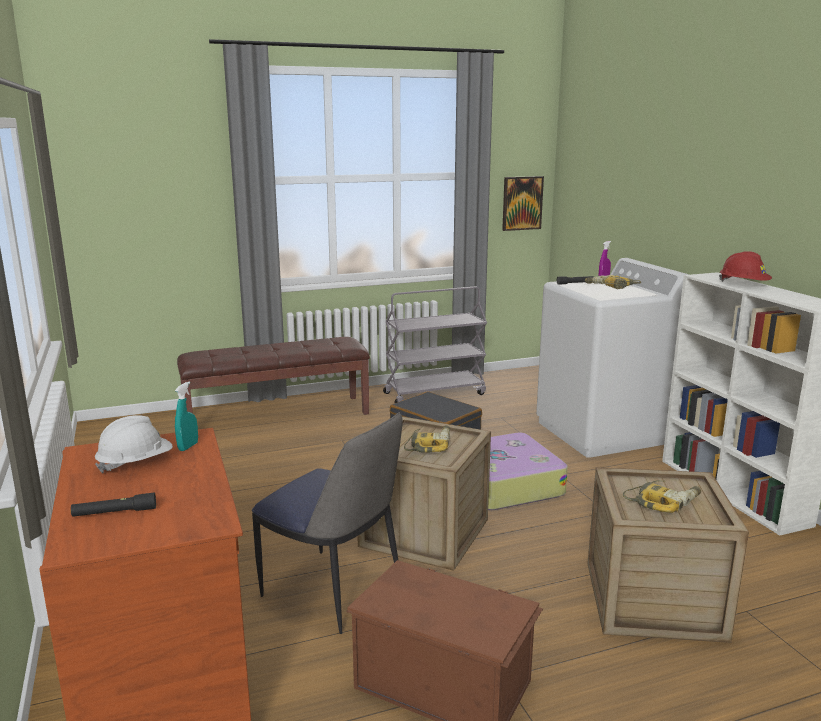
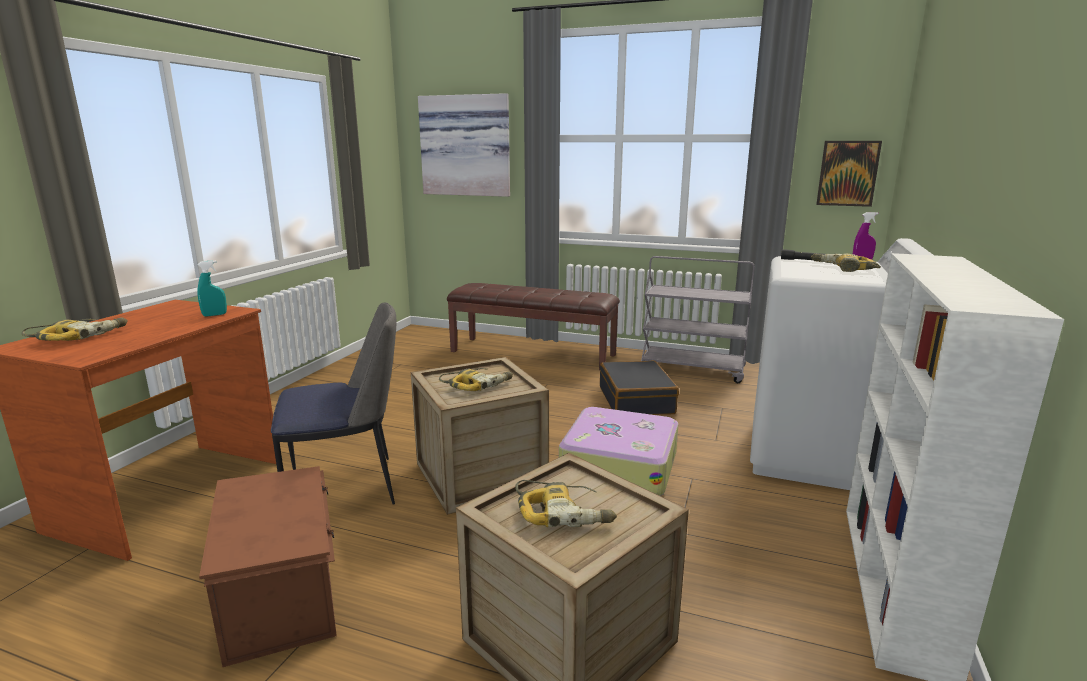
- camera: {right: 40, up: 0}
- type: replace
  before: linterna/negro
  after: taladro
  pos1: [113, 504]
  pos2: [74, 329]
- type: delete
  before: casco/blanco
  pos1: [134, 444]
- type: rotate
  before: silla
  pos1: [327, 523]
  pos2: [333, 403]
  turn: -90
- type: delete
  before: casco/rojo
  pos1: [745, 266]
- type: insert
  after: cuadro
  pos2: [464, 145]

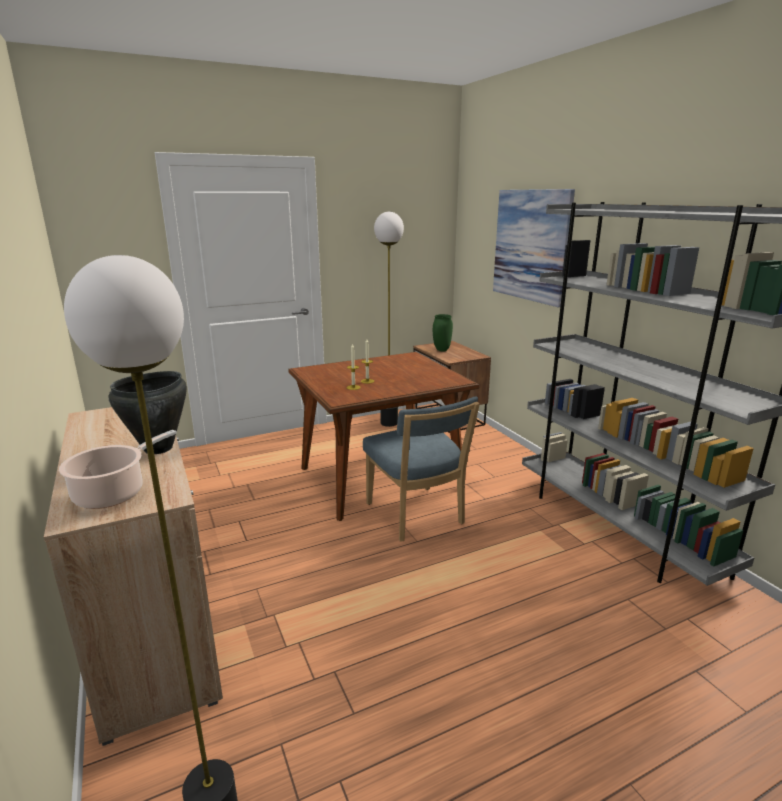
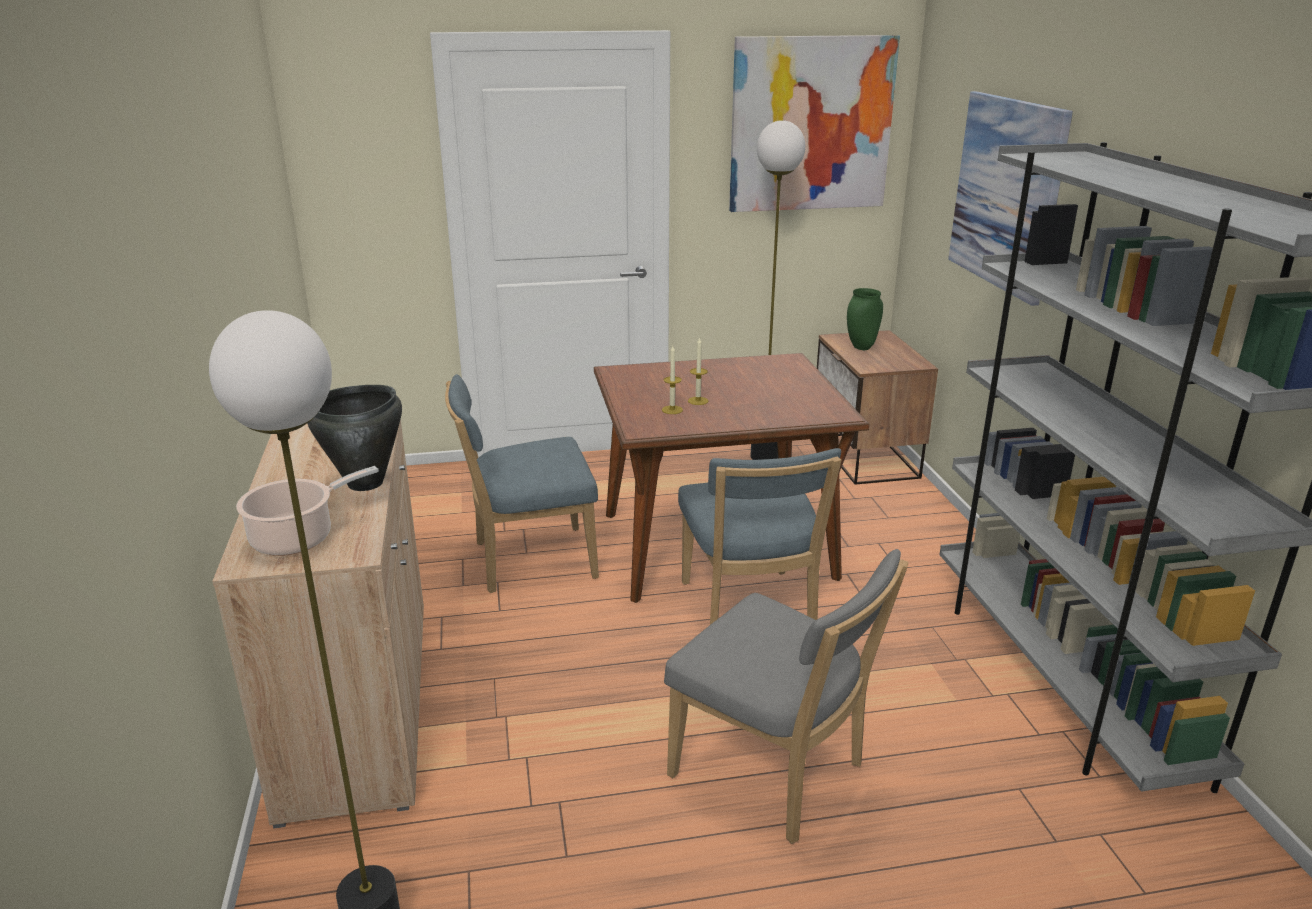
- camera: {right: 15, up: 5}
- type: insert
  after: silla/azul
  pos2: [522, 483]
- type: insert
  after: silla/gris
  pos2: [786, 696]
- type: insert
  after: cuadro
  pos2: [814, 123]

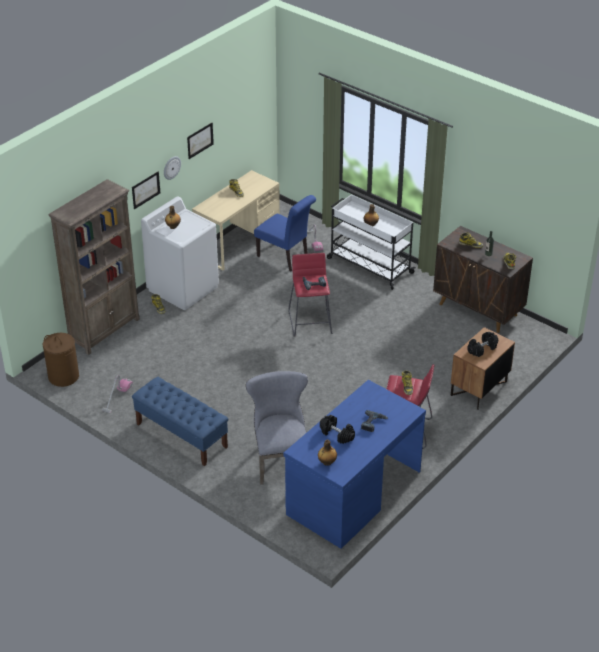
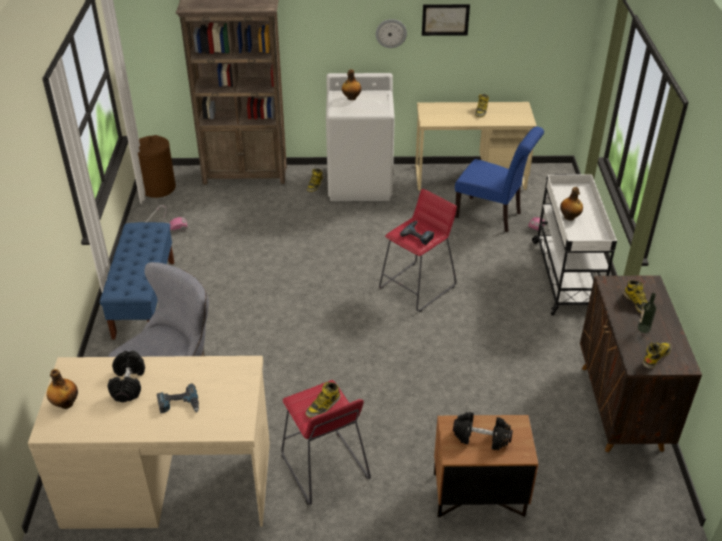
- camera: {right: 50, up: 0}
- type: delete
  before: cuadro
  pos1: [146, 190]
- type: rotate
  before: silla/azul
  pos1: [285, 233]
  pos2: [499, 179]
  turn: -60
- type: recolor
  before: escritorio/azul
  after: escritorio/beis
  pos1: [355, 464]
  pos2: [149, 442]

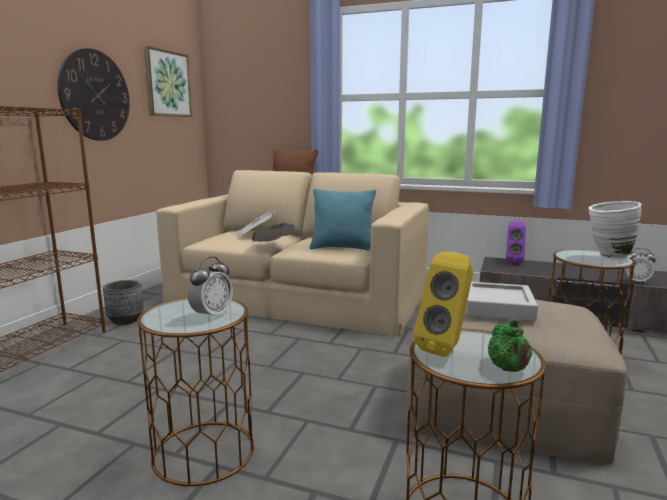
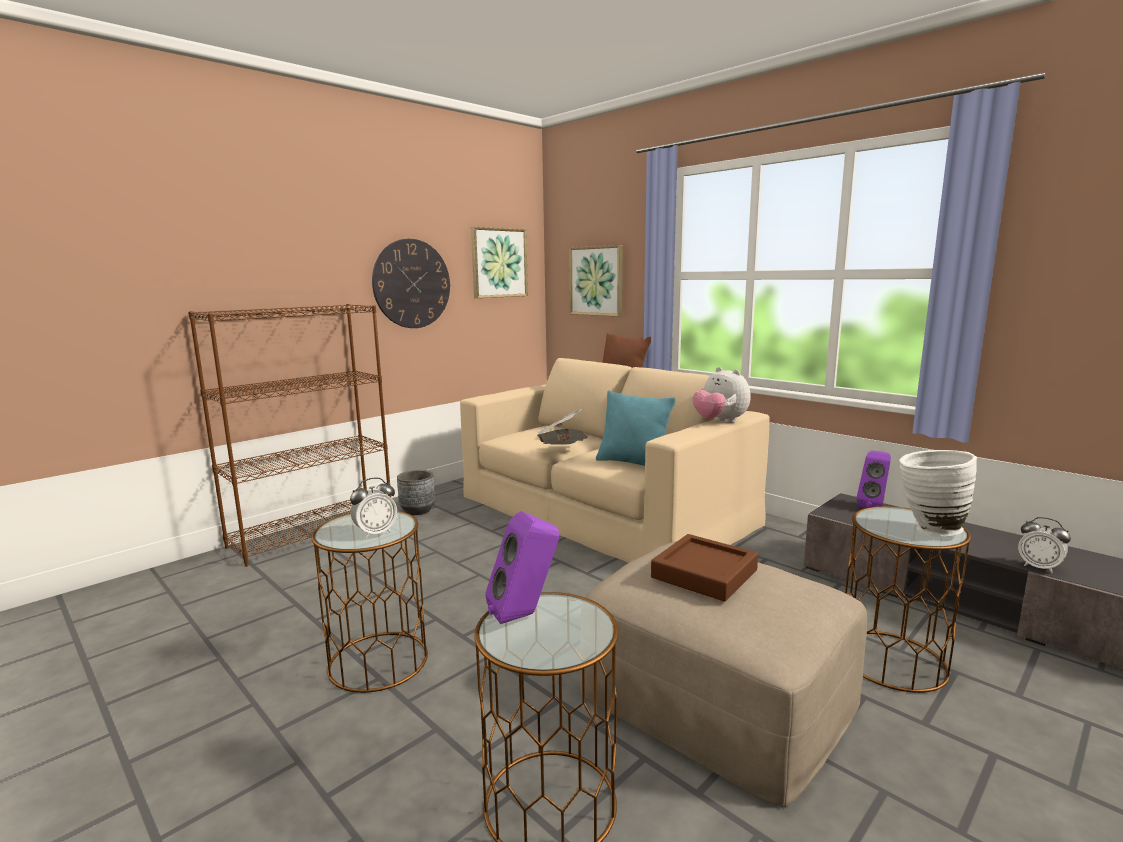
- camera: {right: 25, up: 0}
- type: recolor
  before: altavoz/amarillo
  after: altavoz/morado
  pos1: [443, 304]
  pos2: [522, 567]
- type: recolor
  before: bandeja/gris
  after: bandeja/marrón
  pos1: [501, 301]
  pos2: [704, 568]
- type: delete
  before: tetera/verde
  pos1: [510, 345]
- type: insert
  after: cuadro
  pos2: [596, 281]
- type: insert
  after: peluche
  pos2: [721, 395]

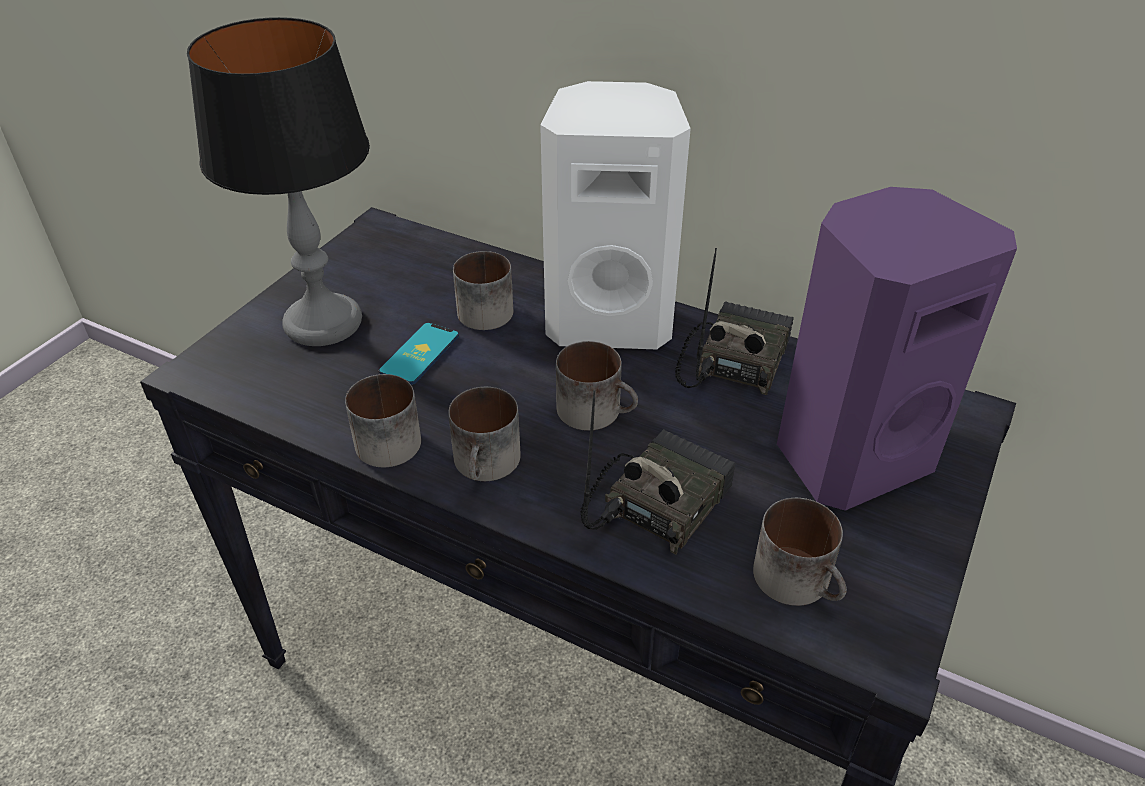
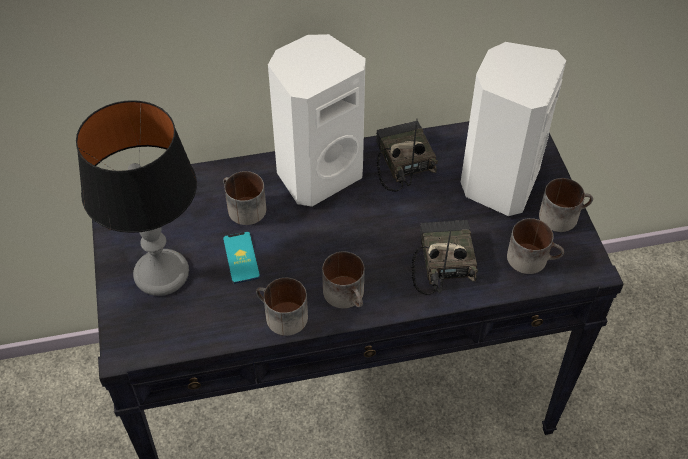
- camera: {right: -40, up: 10}
- type: move
  before: taza grande
  pos1: [597, 386]
  pos2: [566, 205]
- type: recolor
  before: altavoz/morado
  after: altavoz/blanco
  pos1: [897, 349]
  pos2: [513, 129]

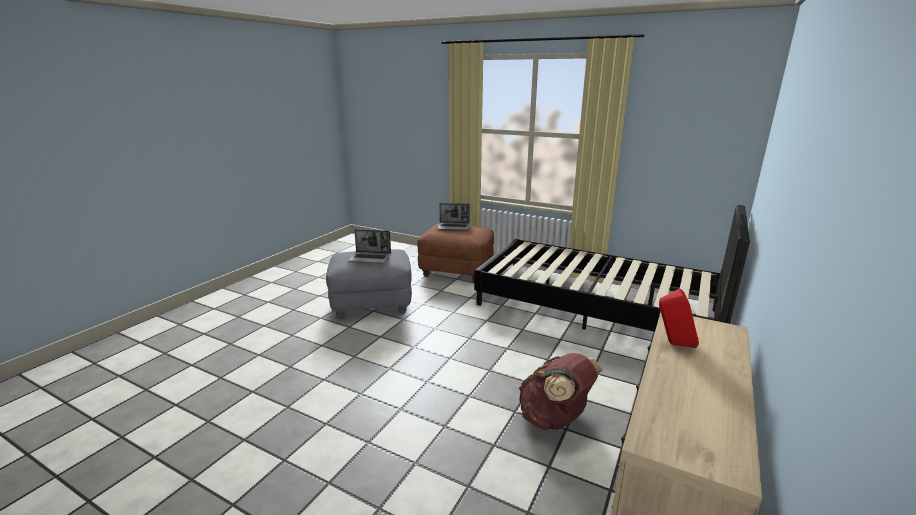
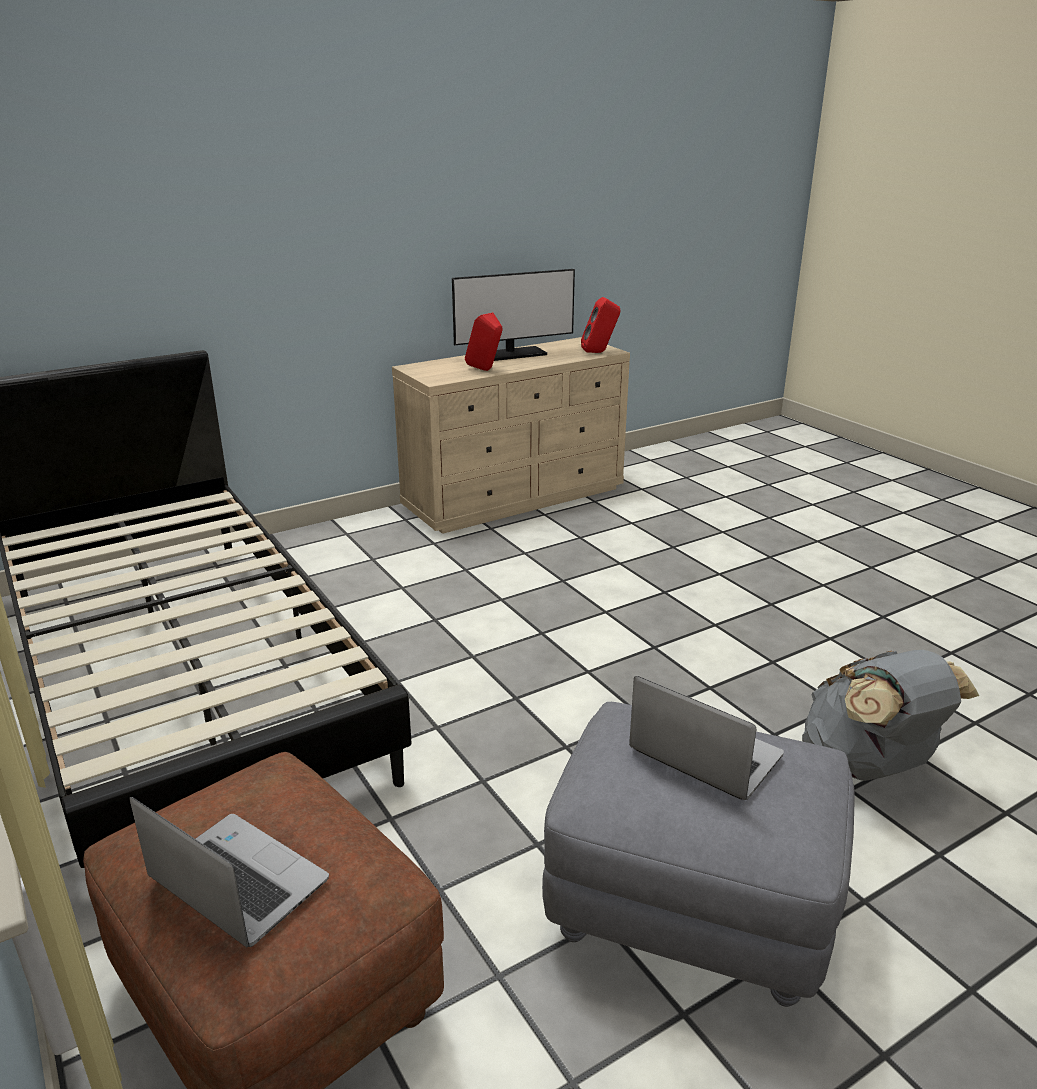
- camera: {right: -150, up: 5}
- type: delete
  before: mochila/marrón
  pos1: [561, 391]
- type: insert
  after: monitor
  pos2: [513, 315]
- type: insert
  after: altavoz/rojo
  pos2: [600, 325]
- type: insert
  after: mochila/gris
  pos2: [890, 715]

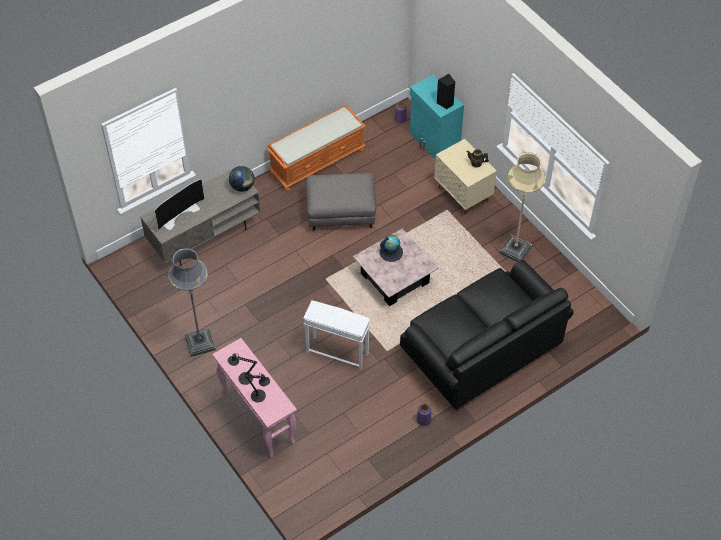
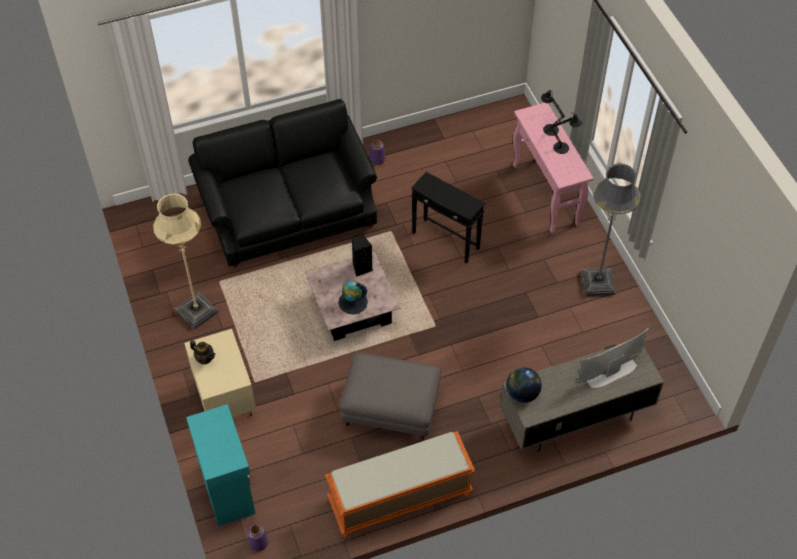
- camera: {right: -165, up: 0}
- type: recolor
  before: mesa auxiliar/blanco
  after: mesa auxiliar/negro
  pos1: [336, 335]
  pos2: [448, 217]
- type: move
  before: altavoz/negro
  pos1: [446, 91]
  pos2: [362, 255]

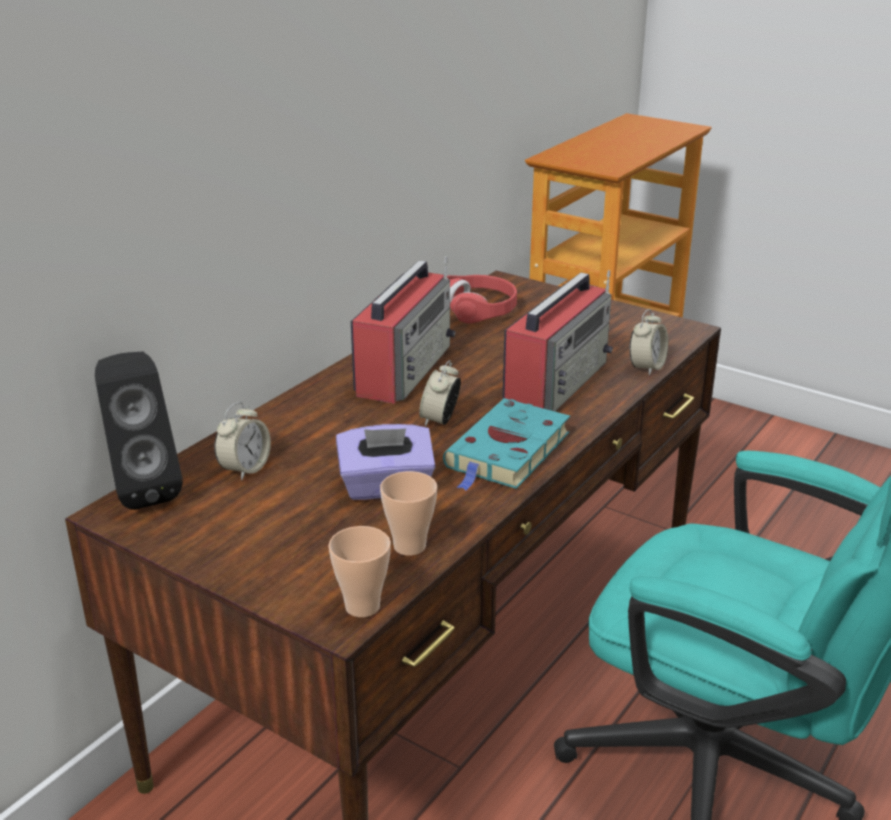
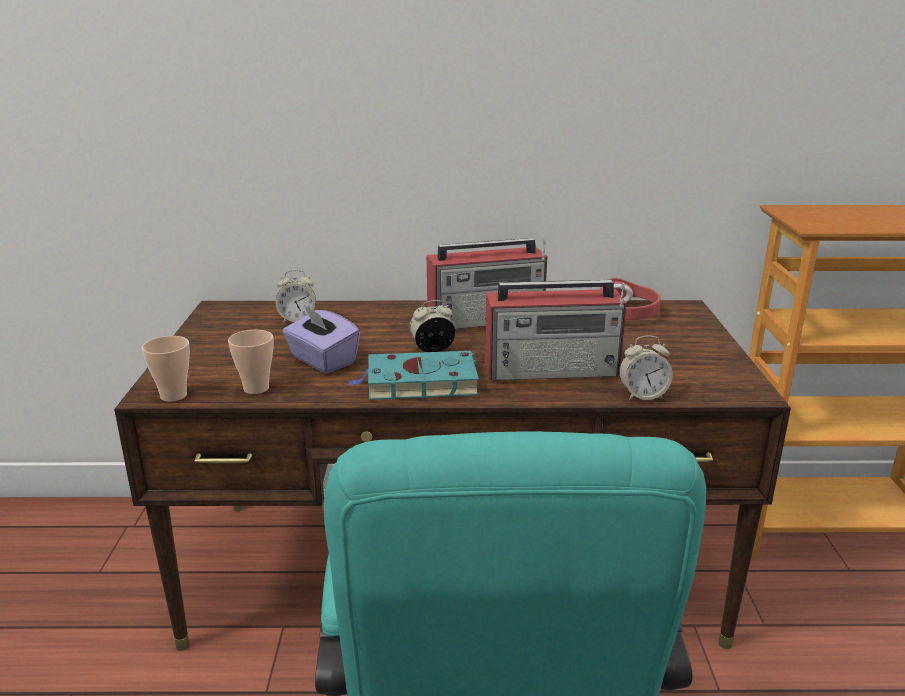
- camera: {right: 55, up: -5}
- type: delete
  before: altavoz/negro
  pos1: [139, 431]

